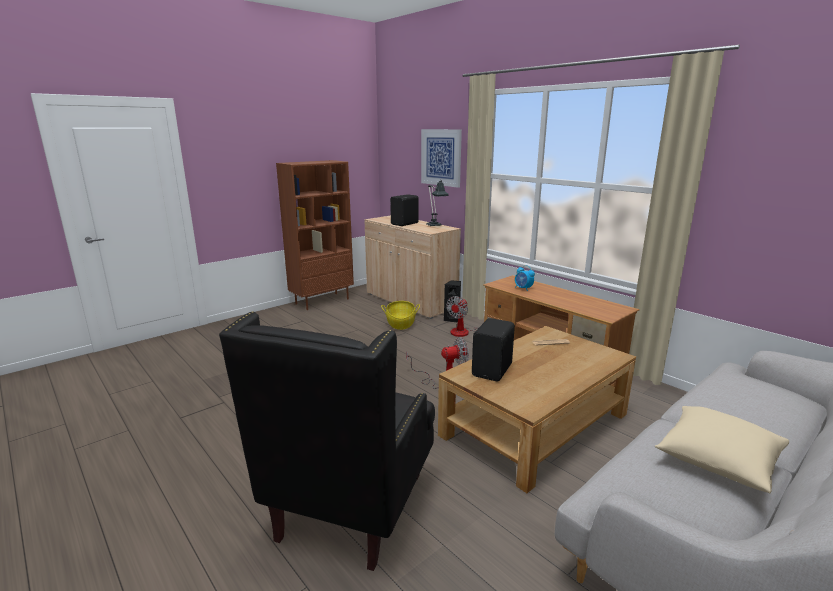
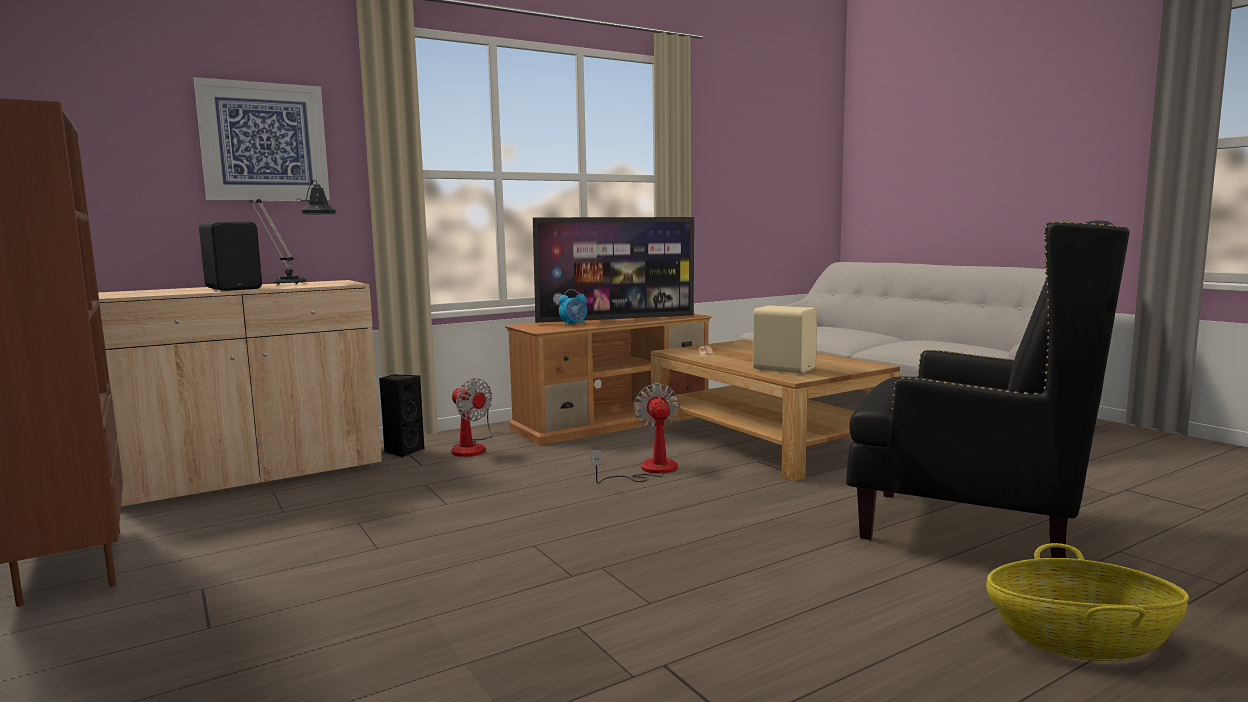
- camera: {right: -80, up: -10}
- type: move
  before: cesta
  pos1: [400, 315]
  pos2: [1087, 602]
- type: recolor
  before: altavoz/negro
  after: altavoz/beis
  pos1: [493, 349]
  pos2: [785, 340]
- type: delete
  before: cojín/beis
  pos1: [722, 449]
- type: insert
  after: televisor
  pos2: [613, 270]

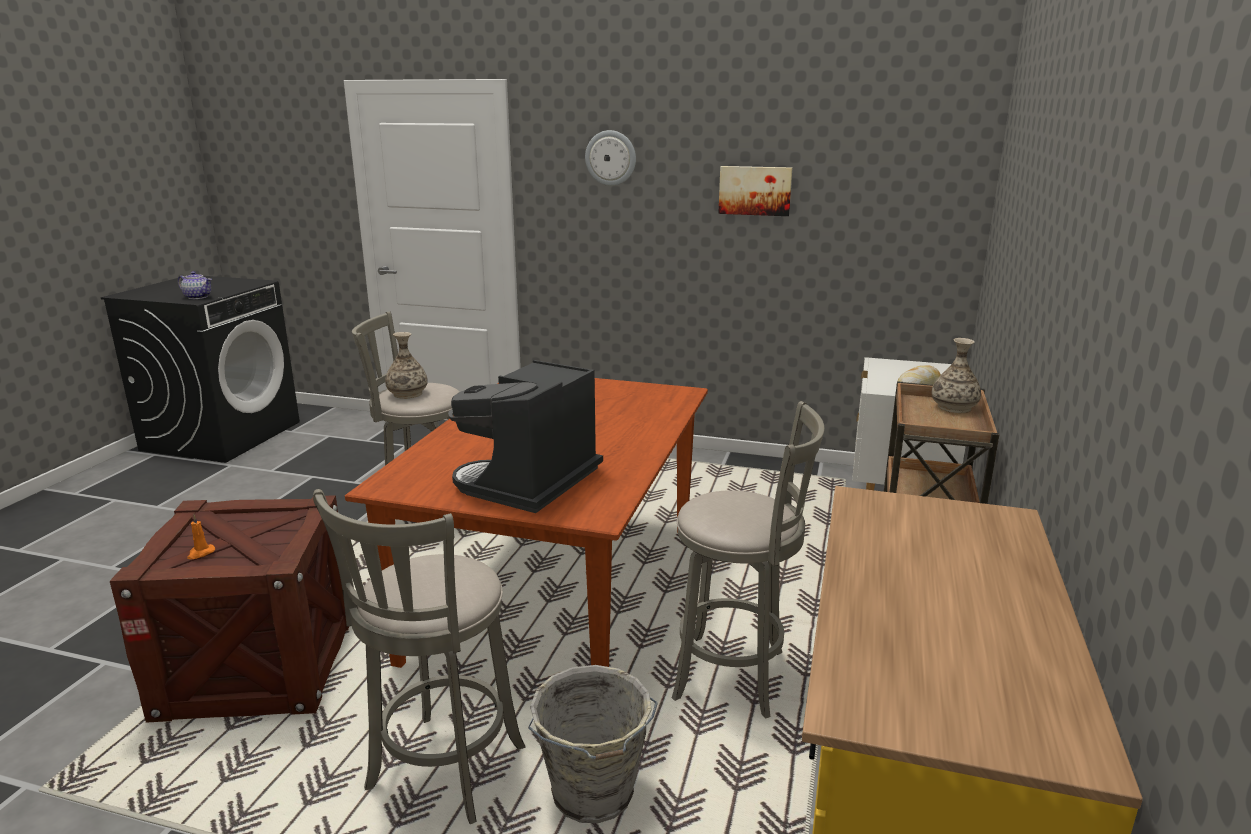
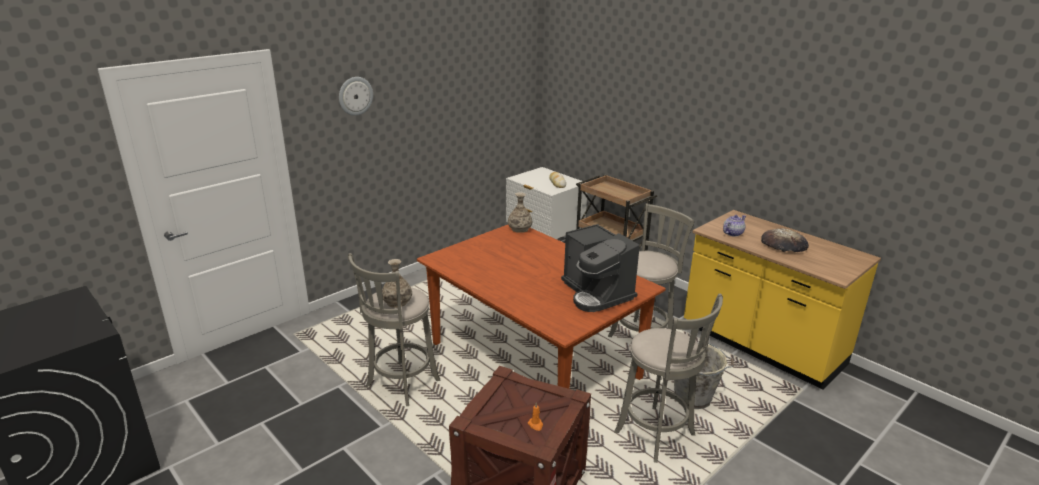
- camera: {right: -60, up: 5}
- type: move
  before: tetera
  pos1: [195, 285]
  pos2: [734, 226]
- type: delete
  before: cuadro
  pos1: [755, 191]
- type: move
  before: florero
  pos1: [956, 375]
  pos2: [520, 212]
- type: insert
  after: pan
  pos2: [785, 240]

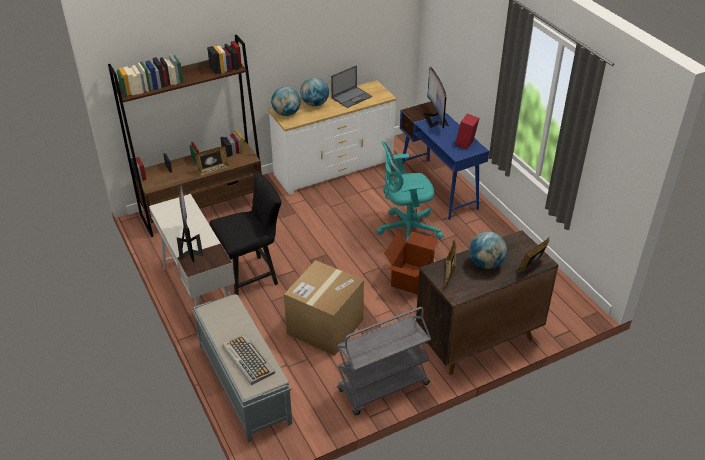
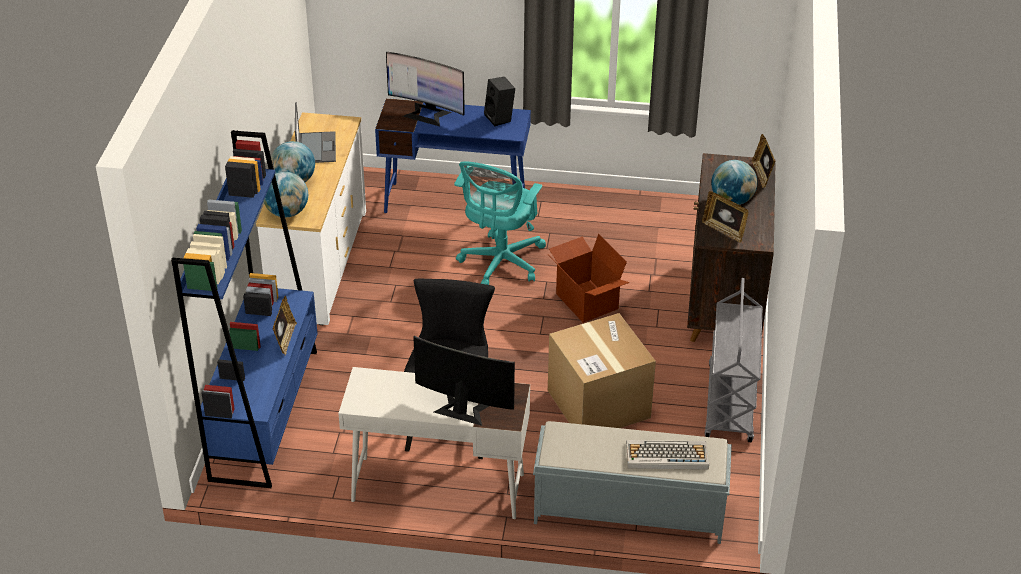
- camera: {right: -55, up: 0}
- type: recolor
  before: estantería/marrón
  after: estantería/azul
  pos1: [185, 136]
  pos2: [244, 309]
- type: recolor
  before: altavoz/rojo
  after: altavoz/negro
  pos1: [467, 131]
  pos2: [499, 101]

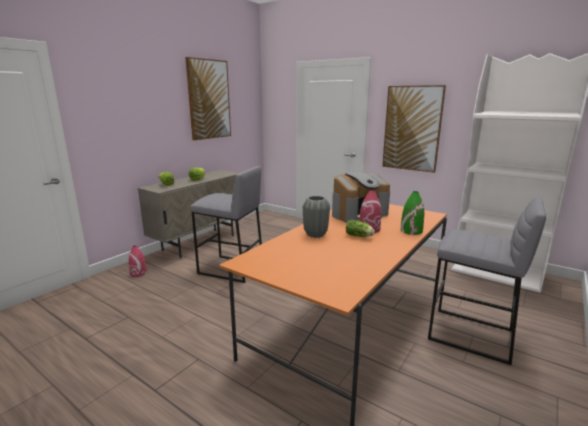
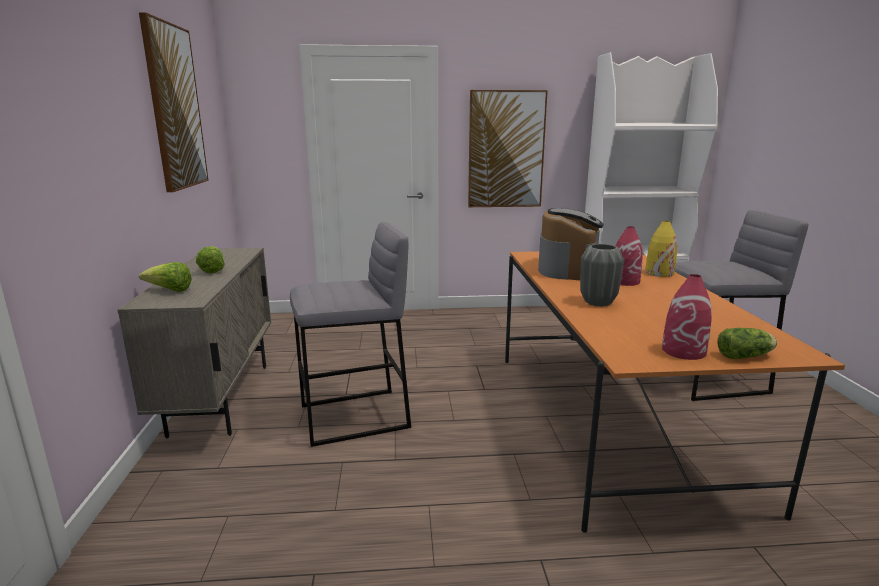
- camera: {right: -40, up: 0}
- type: move
  before: florero/rojo
  pos1: [138, 261]
  pos2: [687, 317]
- type: move
  before: lechuga
  pos1: [360, 228]
  pos2: [747, 343]
- type: recolor
  before: florero/verde
  after: florero/amarillo
  pos1: [412, 213]
  pos2: [661, 249]

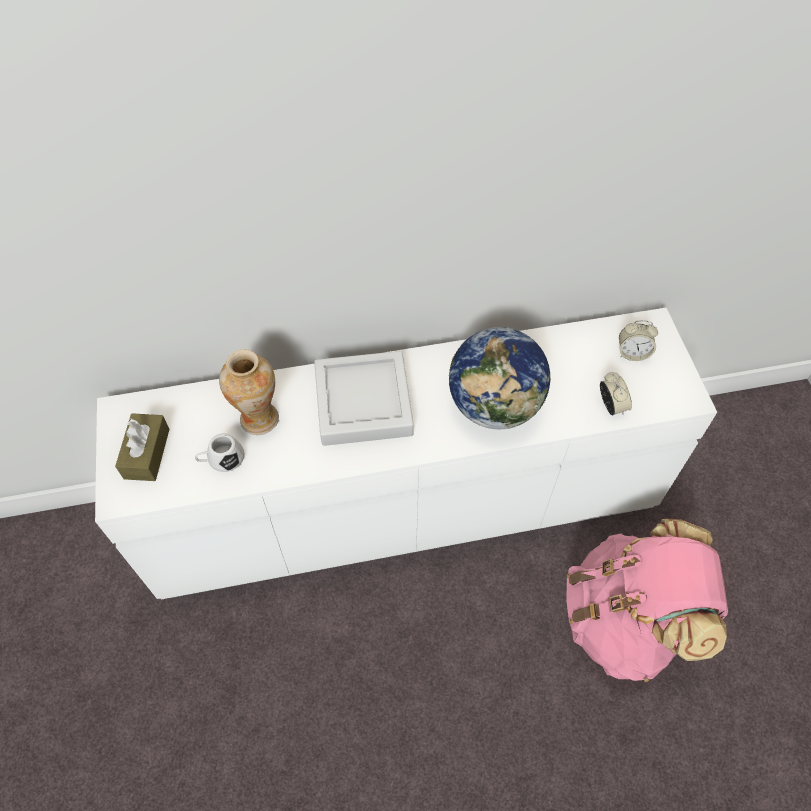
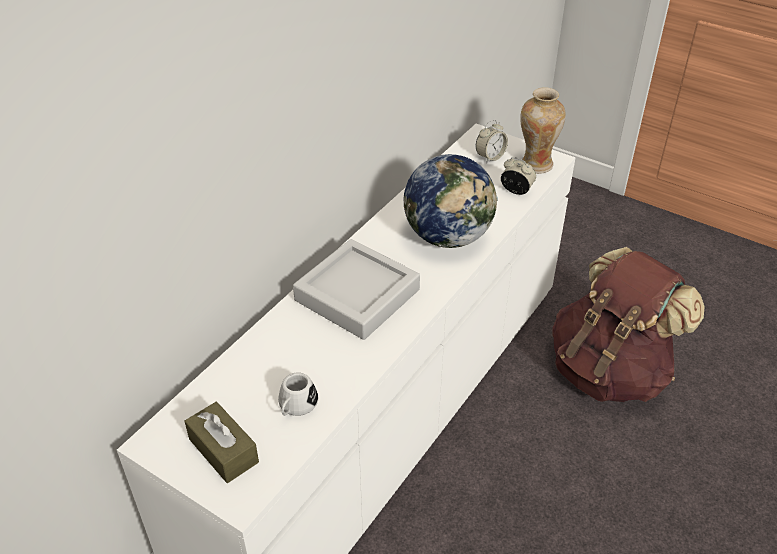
- camera: {right: -45, up: -15}
- type: move
  before: florero
  pos1: [249, 392]
  pos2: [543, 130]
- type: recolor
  before: mochila/rosa
  after: mochila/marrón
  pos1: [647, 600]
  pos2: [628, 324]

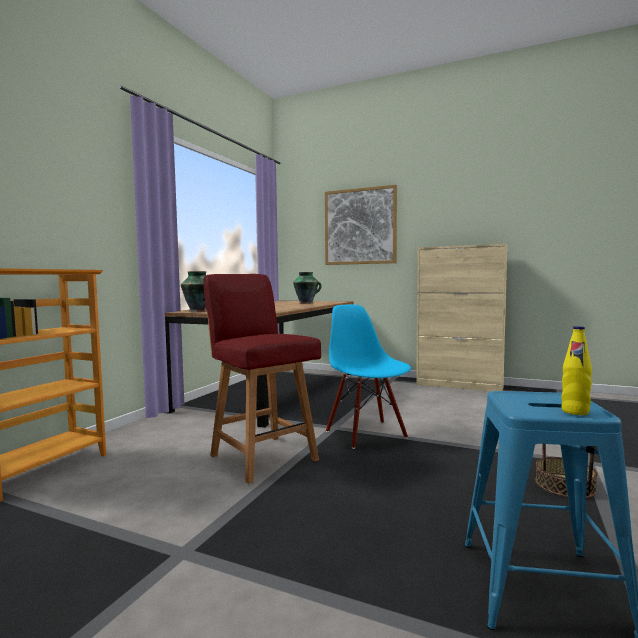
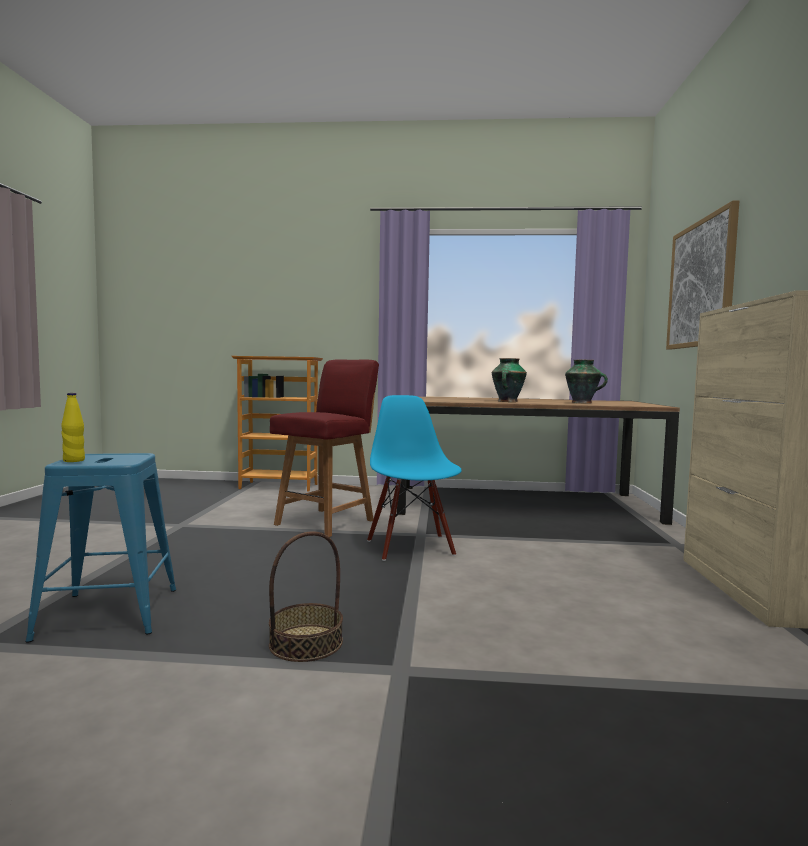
- camera: {right: 70, up: 0}
- type: move
  before: florero
  pos1: [194, 291]
  pos2: [509, 380]
- type: rotate
  before: silla/azul
  pos1: [368, 376]
  pos2: [414, 478]
  turn: -60

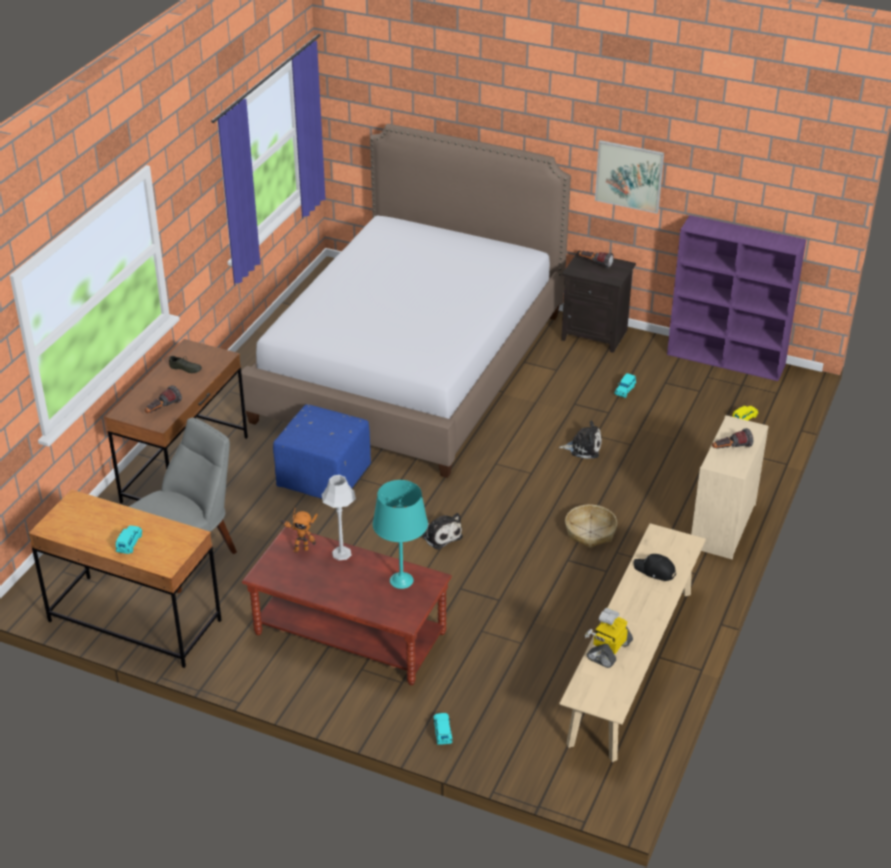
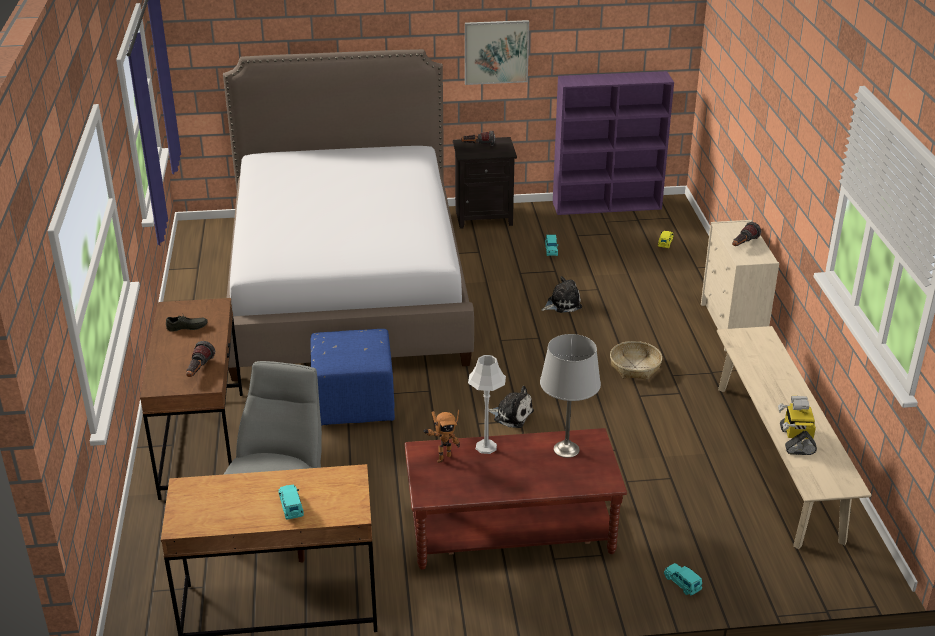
- camera: {right: -30, up: -5}
- type: recolor
  before: lámpara de mesa/turquesa
  after: lámpara de mesa/gris
  pos1: [400, 534]
  pos2: [570, 396]
- type: delete
  before: gorra/negro
  pos1: [655, 567]

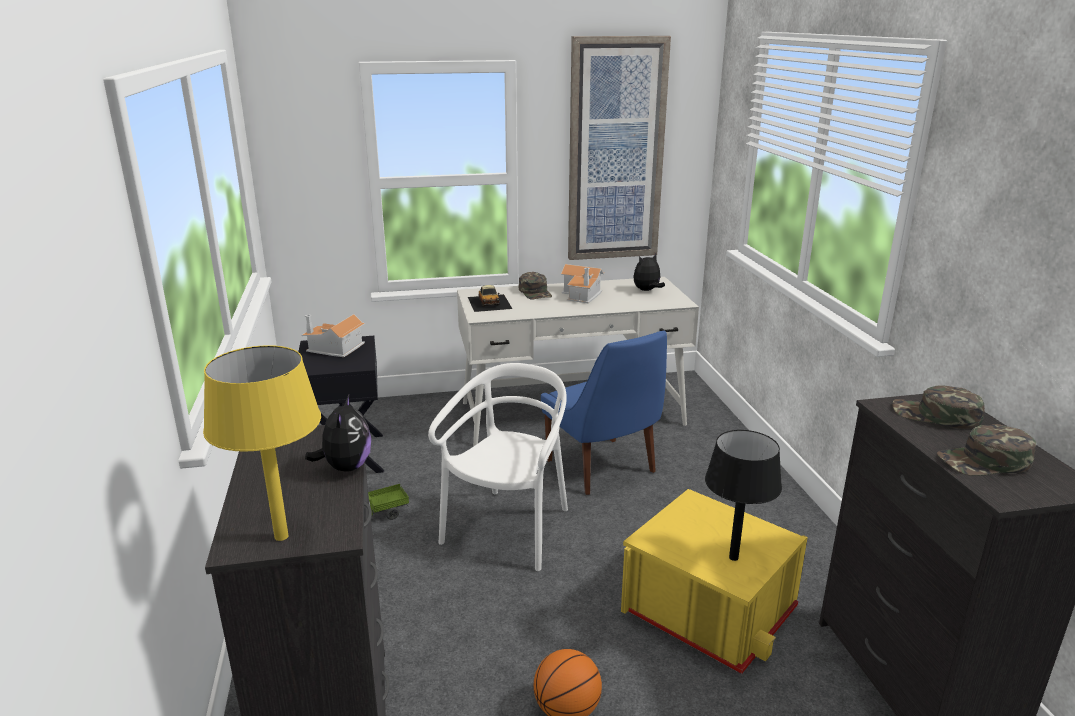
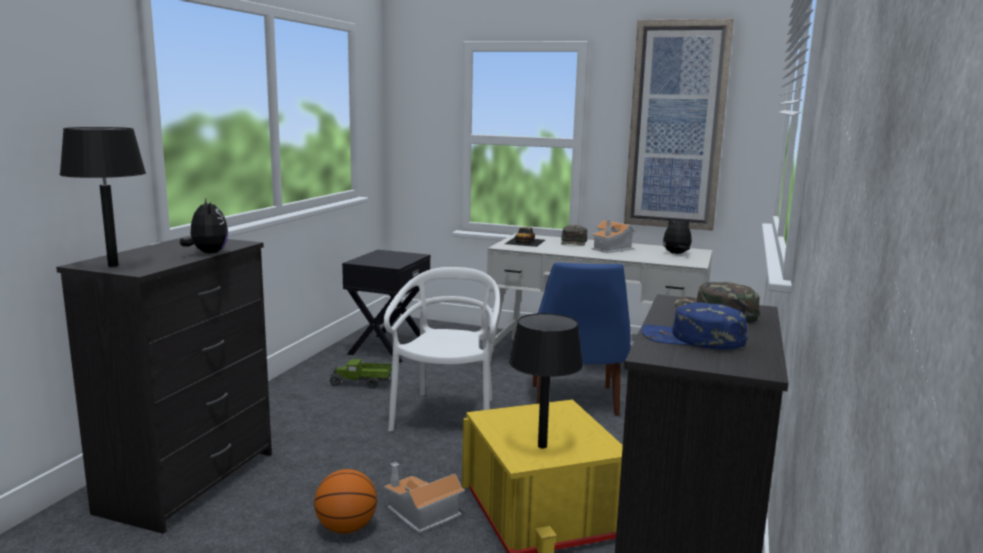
- camera: {right: 30, up: -10}
- type: recolor
  before: lámpara de mesa/amarillo
  after: lámpara de mesa/negro
  pos1: [262, 443]
  pos2: [102, 197]
- type: move
  before: casita
  pos1: [333, 335]
  pos2: [424, 497]
- type: rotate
  before: peluche
  pos1: [338, 432]
  pos2: [204, 226]
  turn: -60
- type: rotate
  before: silla/blanco
  pos1: [498, 467]
  pos2: [442, 349]
  turn: -45
- type: recolor
  before: gorra/verde
  after: gorra/azul
  pos1: [986, 450]
  pos2: [694, 325]

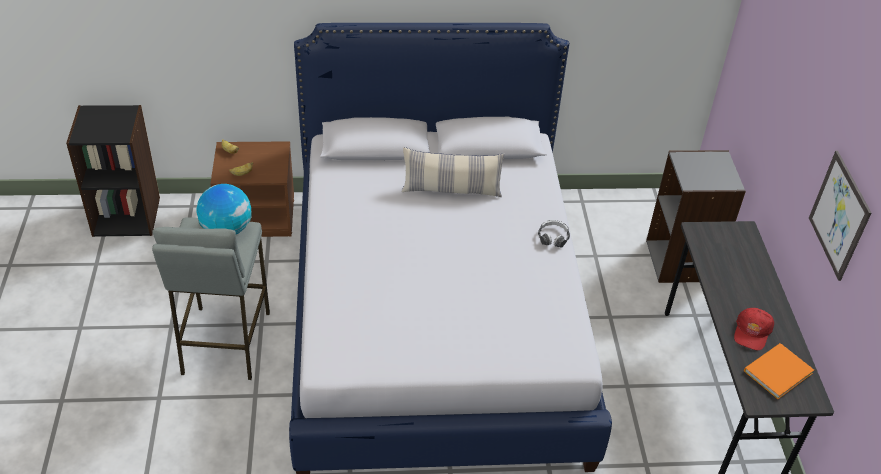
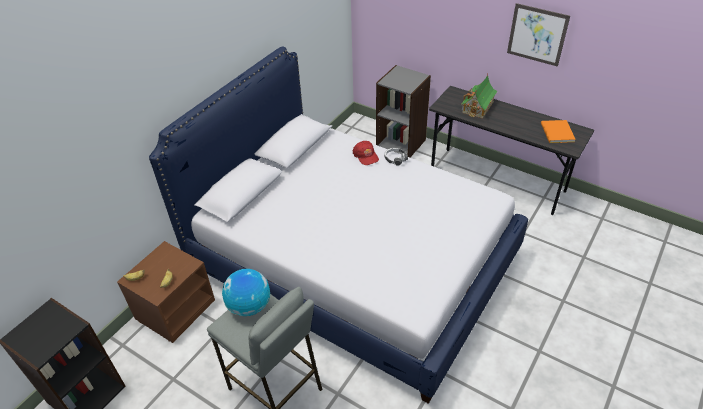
- camera: {right: -50, up: 0}
- type: delete
  before: cojín
  pos1: [453, 172]
- type: move
  before: gorra/rojo
  pos1: [754, 329]
  pos2: [366, 153]
- type: insert
  after: casita
  pos2: [479, 96]

